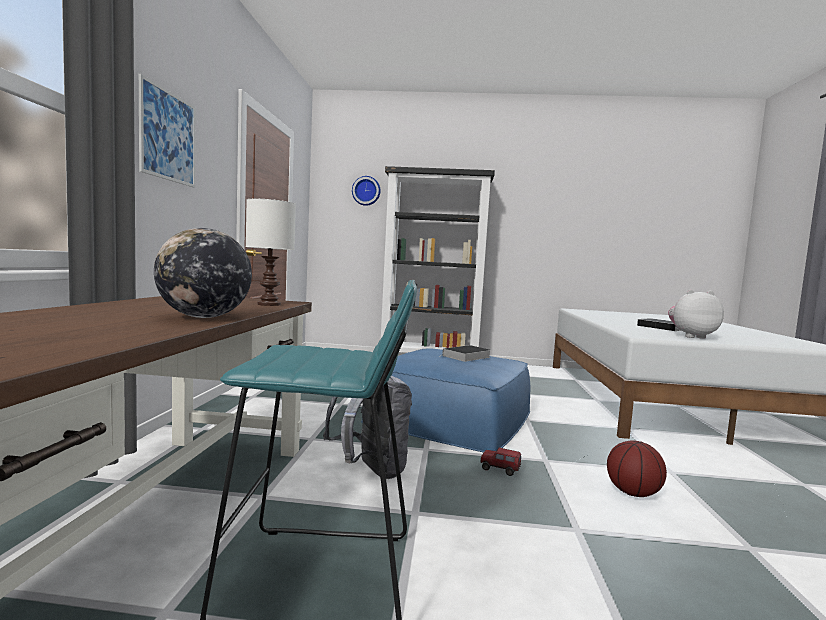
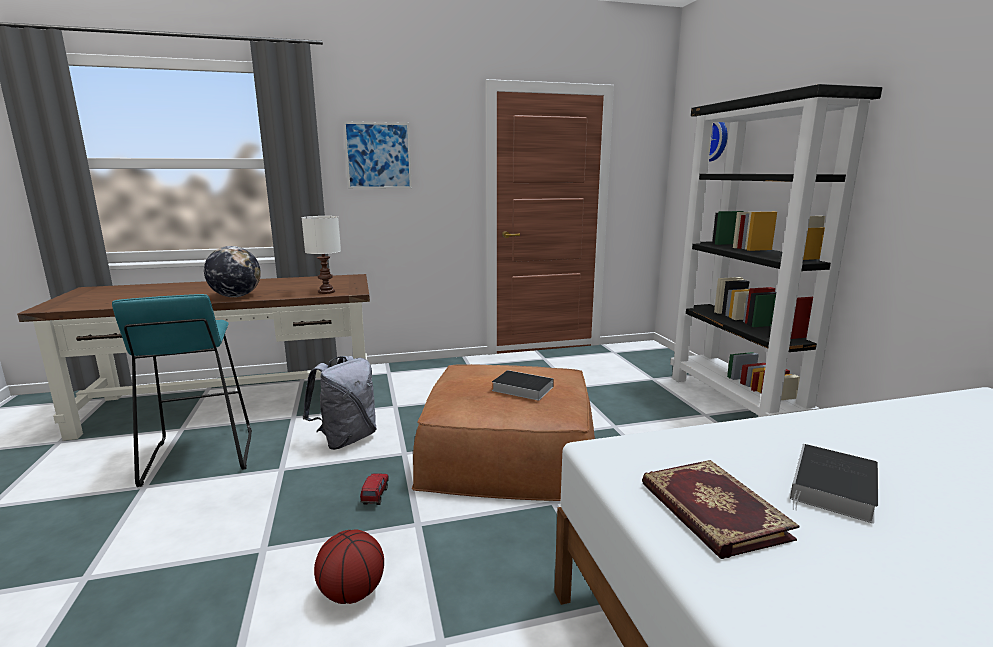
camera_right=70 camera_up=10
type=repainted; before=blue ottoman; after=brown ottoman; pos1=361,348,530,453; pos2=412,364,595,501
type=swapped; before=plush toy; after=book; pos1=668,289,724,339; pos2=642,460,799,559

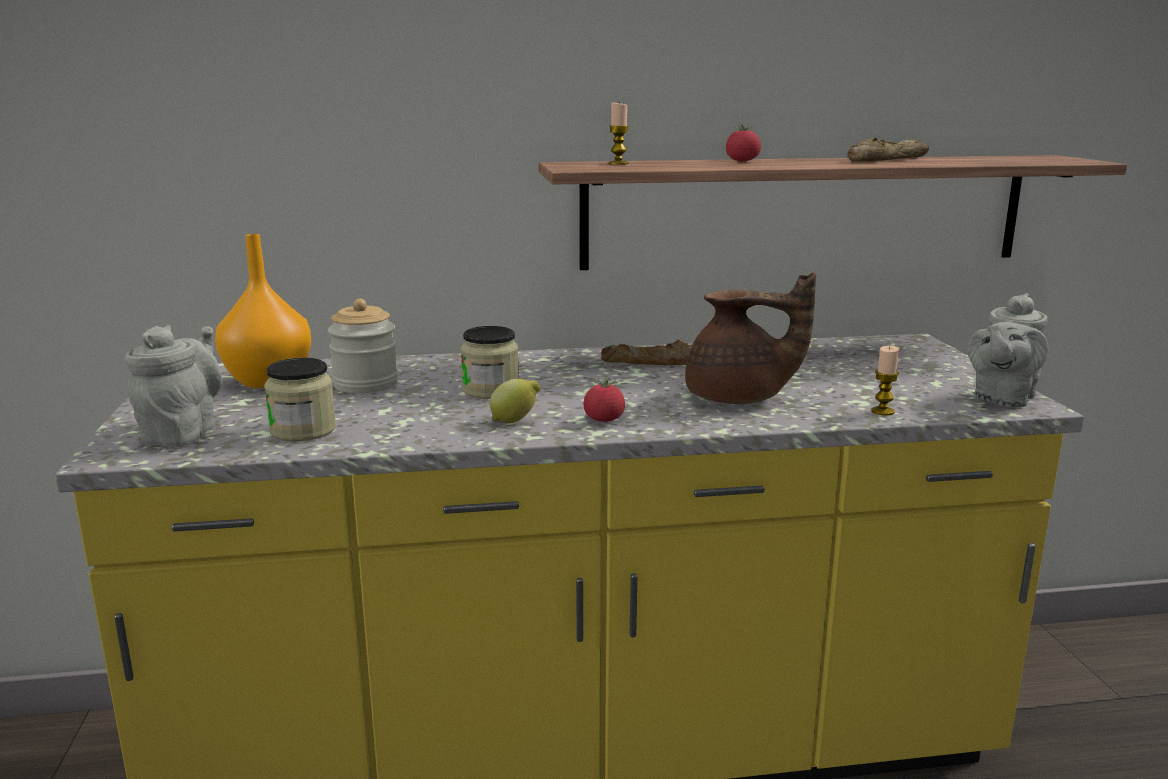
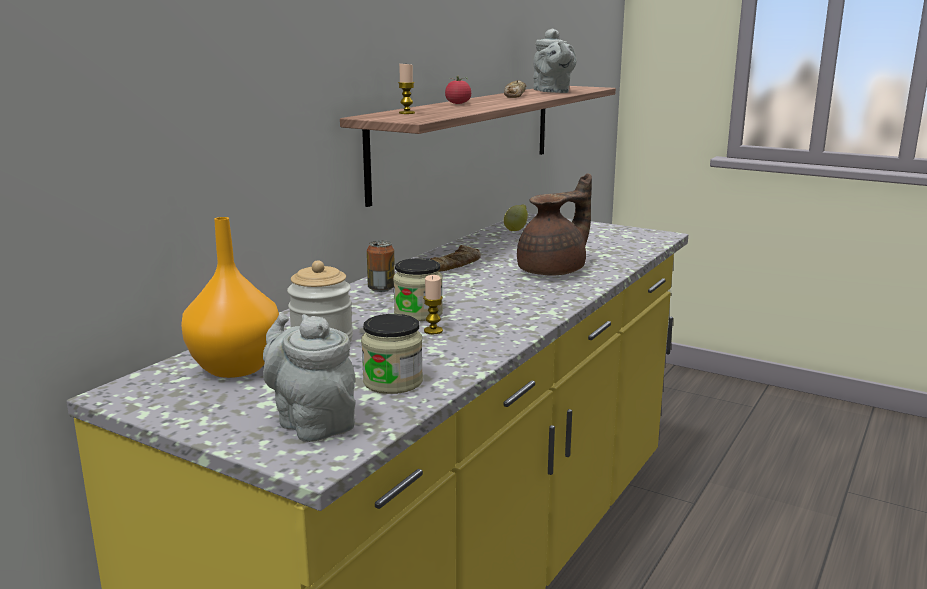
camera_right=-50 camera_up=0
type=new; after=can; pos2=367,240,395,292
type=shifted; before=candle; pos1=871,346,899,416; pos2=423,275,443,334
type=shifted; before=lemon; pos1=490,379,541,423; pos2=504,204,528,231
type=shifted; before=grey teapot; pos1=968,293,1048,408; pos2=533,28,577,93
type=gone; before=tomato; pos1=584,377,625,422

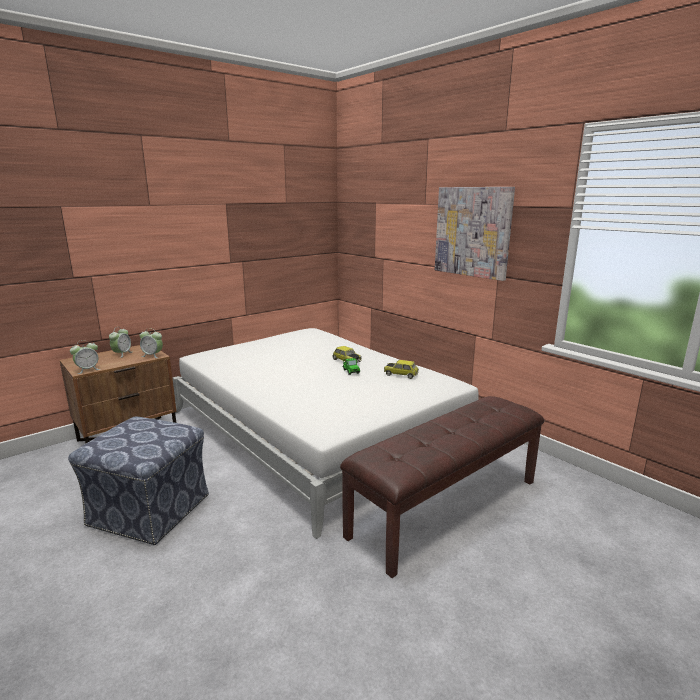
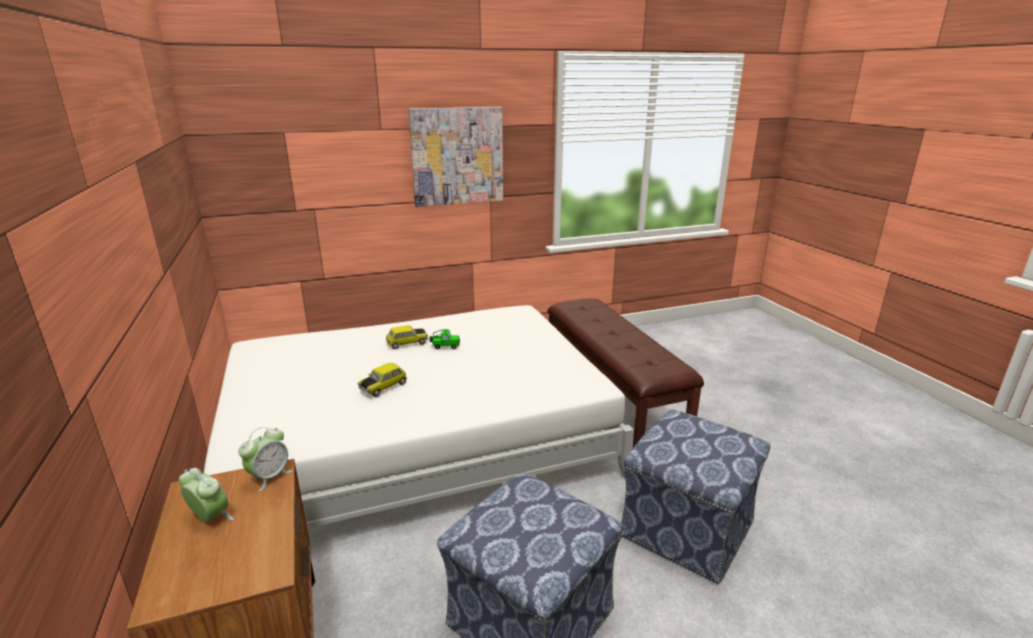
camera_right=-70 camera_up=5
type=shifted; before=toy car; pos1=384,360,419,379; pos2=358,363,407,397
type=new; after=ottoman; pos2=621,409,770,584
type=gone; before=alarm clock; pos1=70,340,100,374

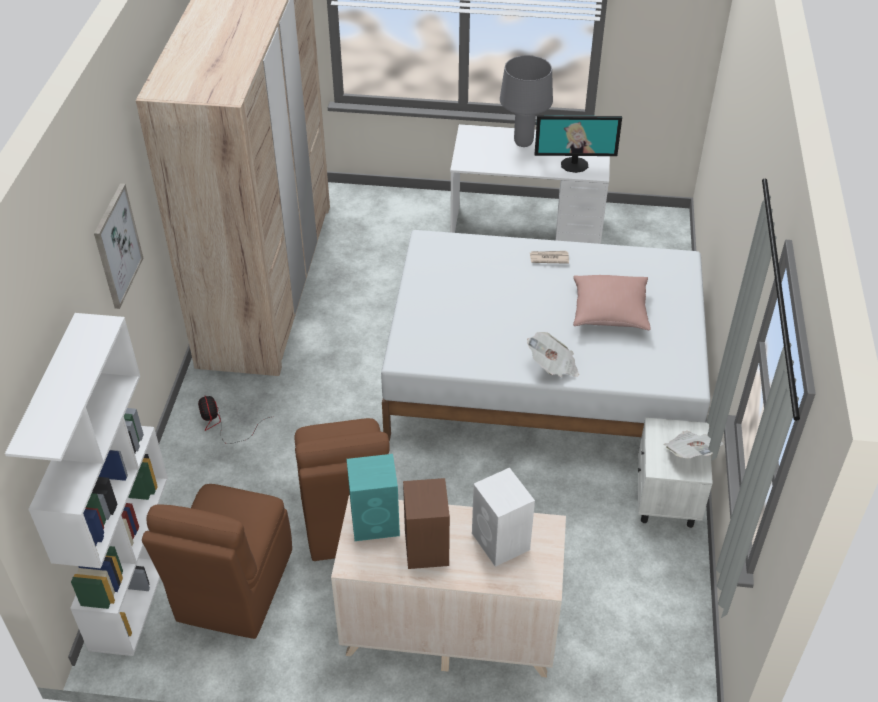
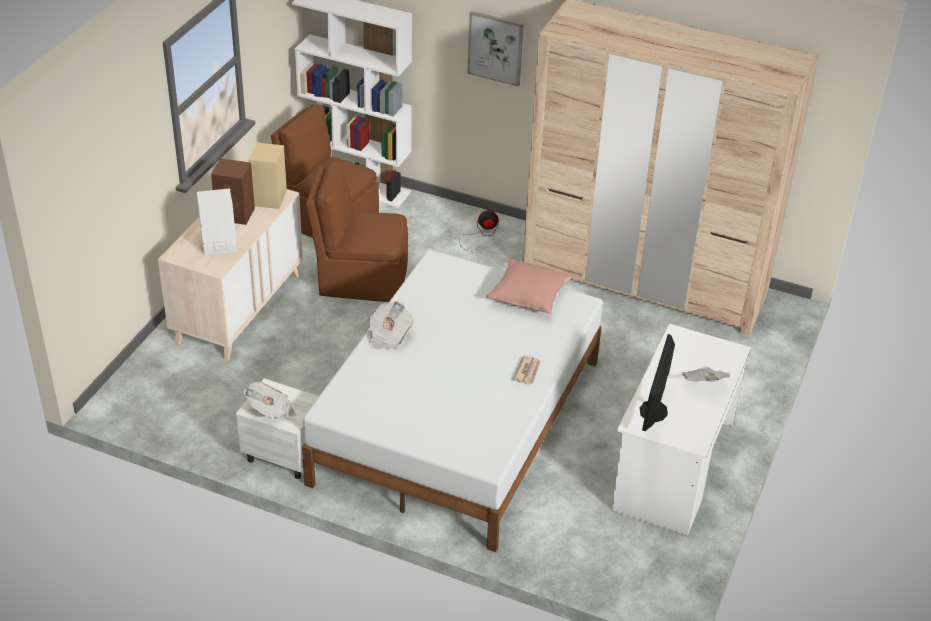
camera_right=105 camera_up=-5
type=repainted; before=turquoise speaker; after=beige speaker; pos1=347,454,400,541; pos2=248,143,287,209
type=shifted; before=pink pillow; pos1=573,275,651,330; pos2=486,258,572,314
type=swapped; before=grey table lamp; after=newspaper; pos1=500,55,553,147; pos2=682,367,730,382

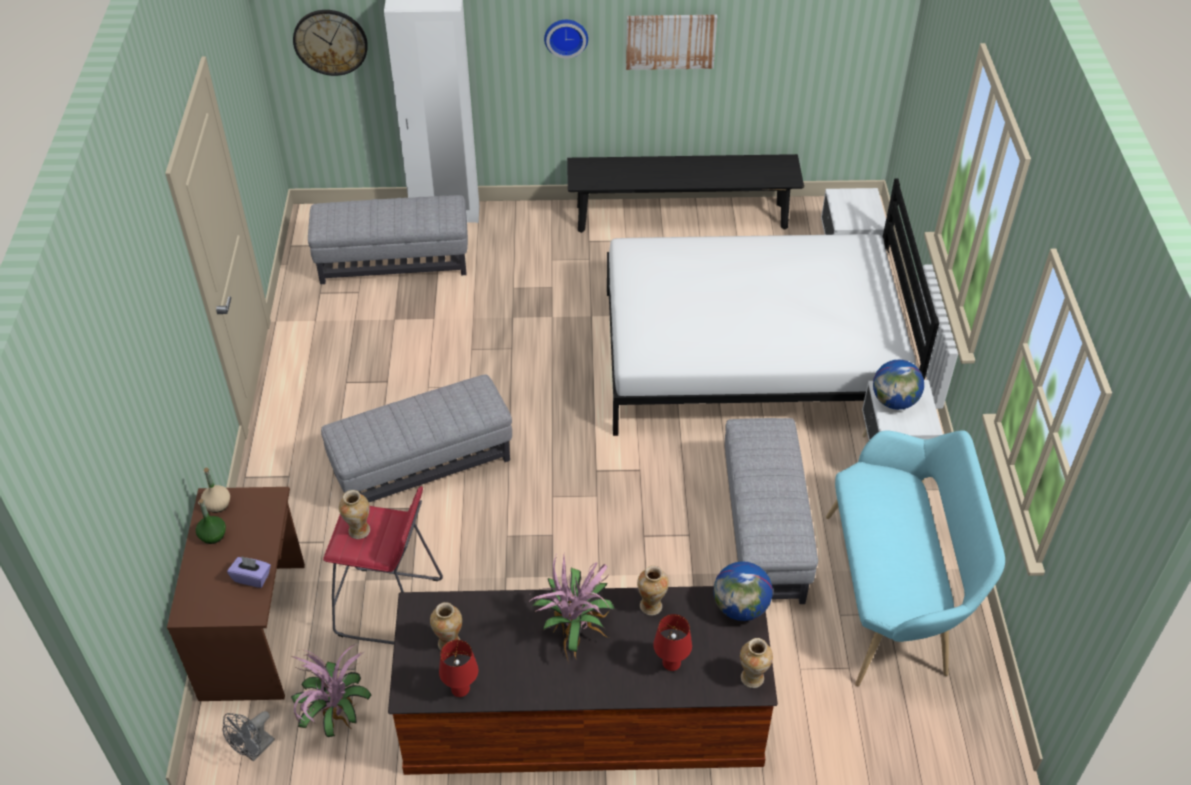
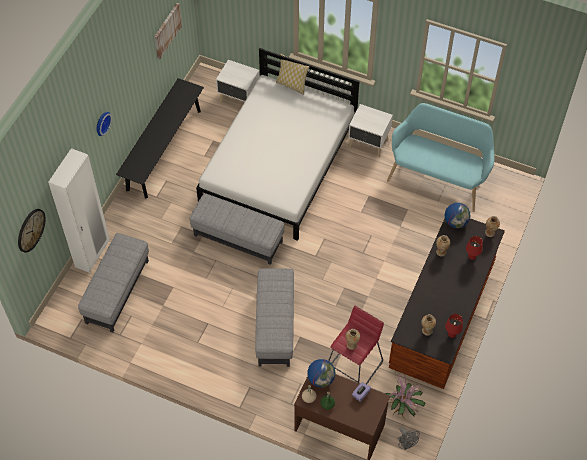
camera_right=-65 camera_up=10
type=shifted; before=picture; pos1=626,15,717,70; pos2=154,3,182,59
type=shifted; before=grey ottoman; pos1=725,418,818,604; pos2=189,193,284,265
type=new; after=pillow; pos2=276,54,309,95
type=shifted; before=globe; pos1=873,360,924,410; pos2=307,359,336,387
type=gone; before=potted plant; pos1=530,556,615,662

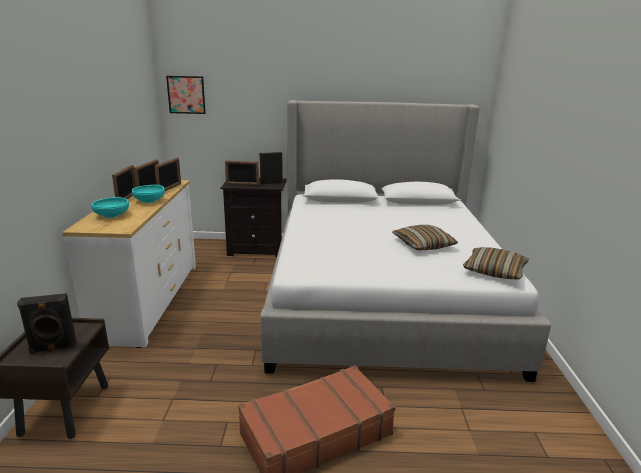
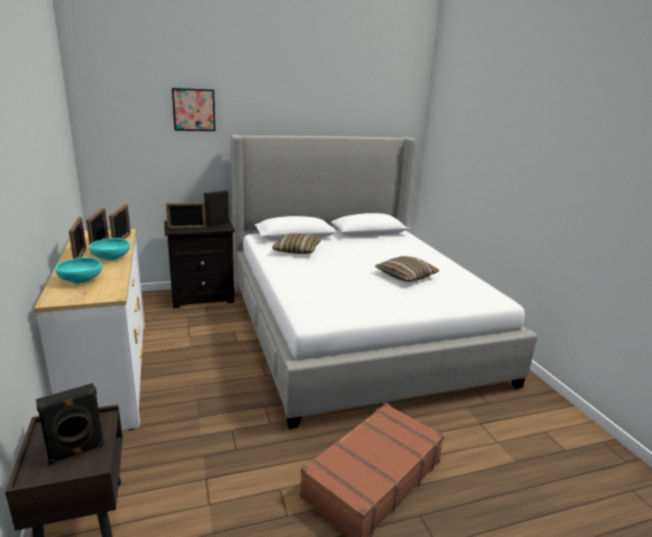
camera_right=-20 camera_up=0
type=shifted; before=picture; pos1=166,76,206,114; pos2=172,88,216,131
type=shifted; before=pillow; pos1=463,247,529,280; pos2=272,233,321,254

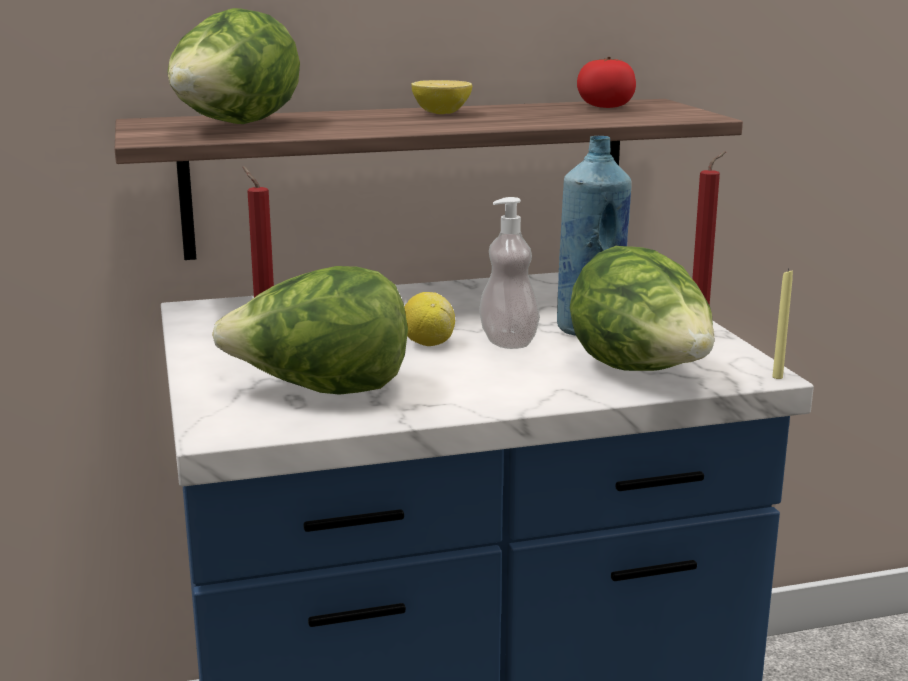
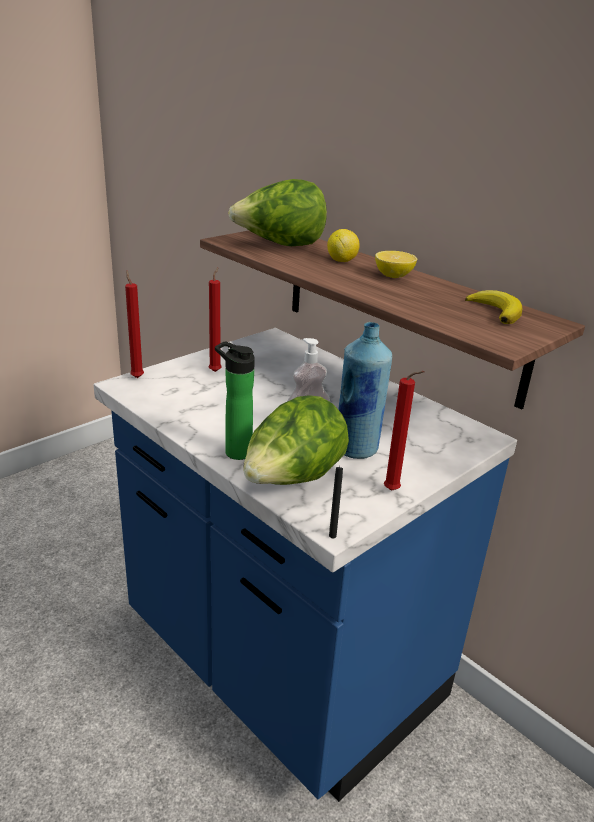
camera_right=60 camera_up=10
type=new; after=red candle; pos2=125,271,144,378
type=new; after=bottle; pos2=215,341,255,460
type=shifted; before=lemon; pos1=404,292,455,346; pos2=327,229,359,262
type=repainted; before=yellow candle; after=black candle; pos1=772,268,793,379; pos2=329,466,343,538
type=swapped; before=tomato; after=banana; pos1=577,57,636,108; pos2=465,290,522,324
type=gone; before=lettuce; pos1=212,266,408,395

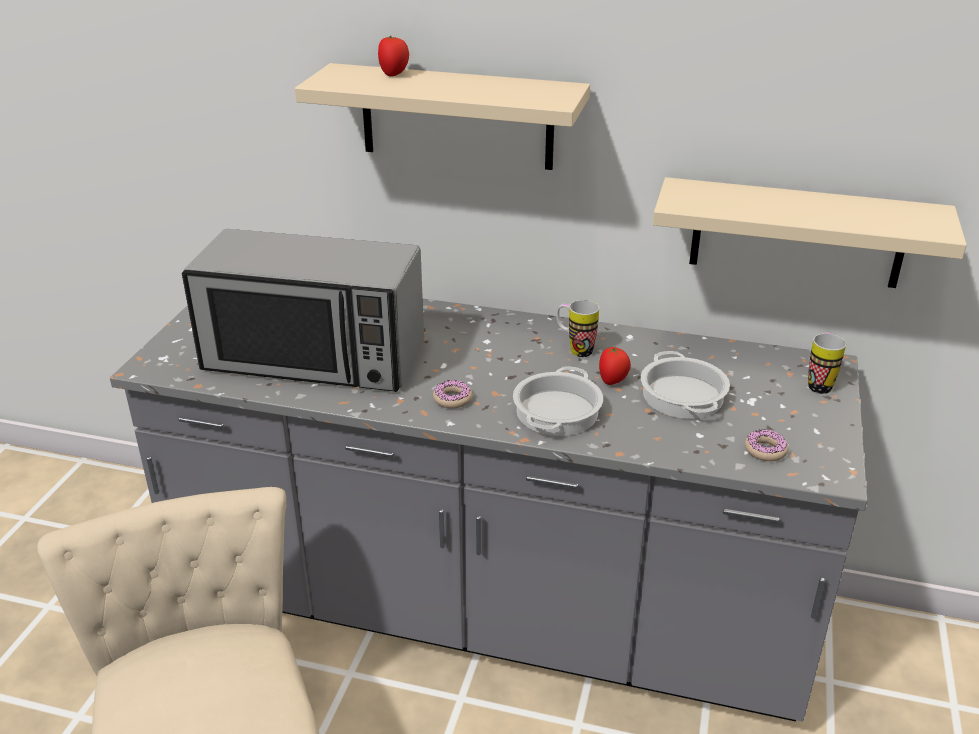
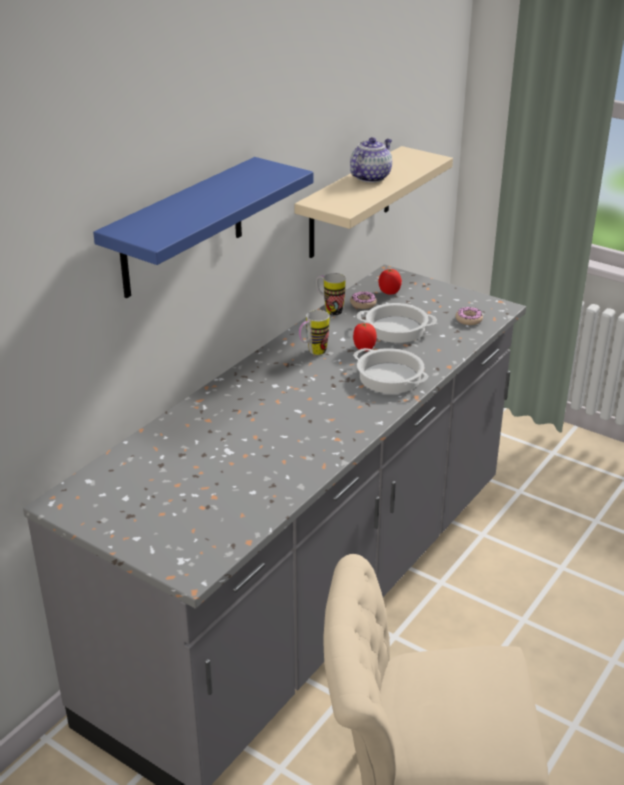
camera_right=-70 camera_up=0
type=repainted; before=beige shelf; after=blue shelf; pos1=295,63,590,170; pos2=93,157,313,298
type=shifted; before=mug; pos1=808,332,846,394; pos2=316,273,346,316
type=new; after=teapot; pos2=350,137,392,183
type=shifted; before=donut; pos1=433,380,473,409; pos2=350,291,377,309
type=shifted; before=tomato; pos1=378,36,409,77; pos2=378,269,402,295
type=gone; before=microwave; pos1=182,229,424,392

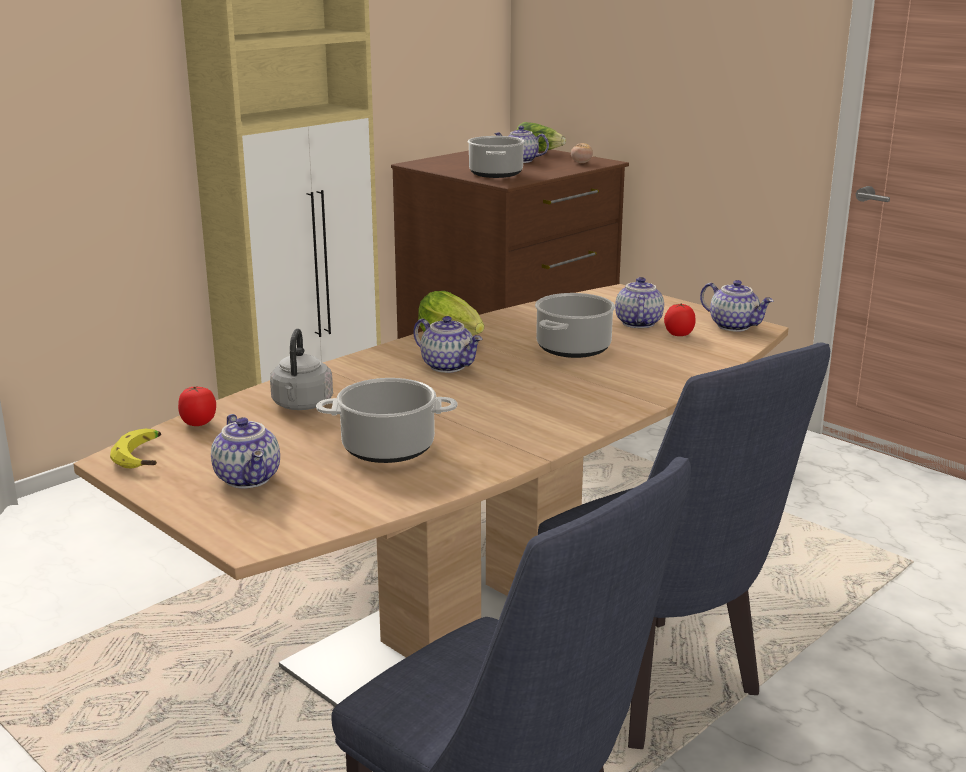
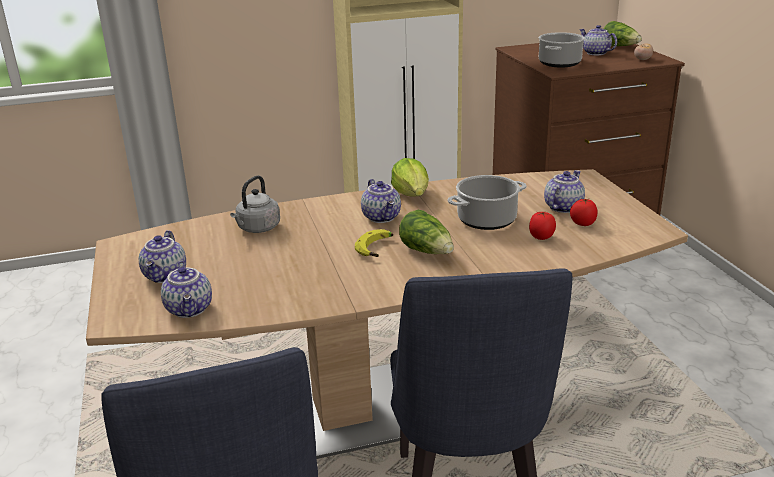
camera_right=30 camera_up=5
type=shifted; before=teapot; pos1=700,280,774,332; pos2=161,261,212,318
type=shifted; before=banana; pos1=110,429,161,468; pos2=355,229,393,257
type=new; after=lettuce; pos2=399,210,454,254
type=shifted; before=tomato; pos1=178,385,216,426; pos2=529,212,556,240
type=gone; before=cooking pot; pos1=316,378,458,463

